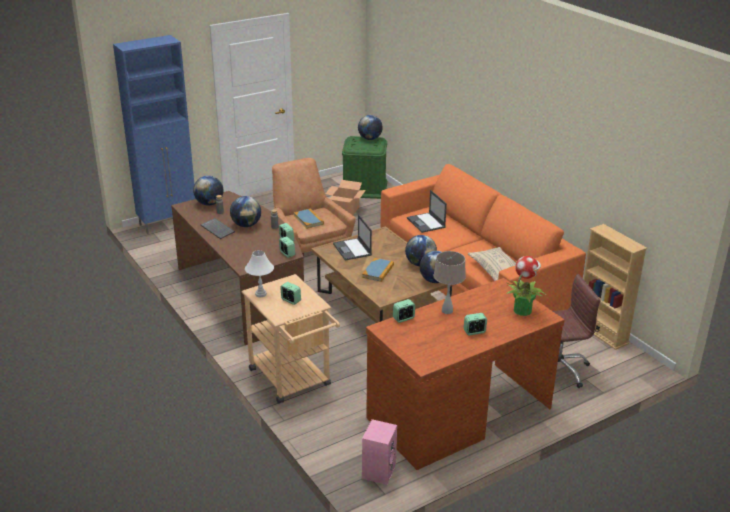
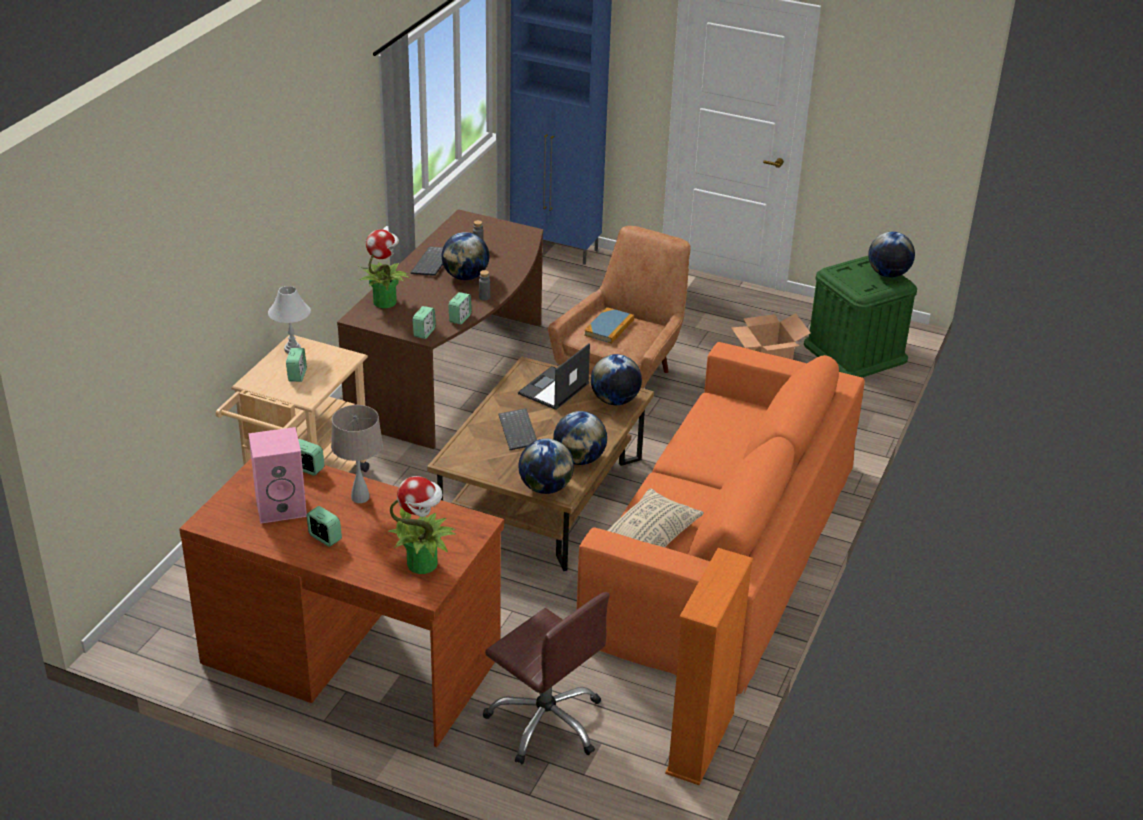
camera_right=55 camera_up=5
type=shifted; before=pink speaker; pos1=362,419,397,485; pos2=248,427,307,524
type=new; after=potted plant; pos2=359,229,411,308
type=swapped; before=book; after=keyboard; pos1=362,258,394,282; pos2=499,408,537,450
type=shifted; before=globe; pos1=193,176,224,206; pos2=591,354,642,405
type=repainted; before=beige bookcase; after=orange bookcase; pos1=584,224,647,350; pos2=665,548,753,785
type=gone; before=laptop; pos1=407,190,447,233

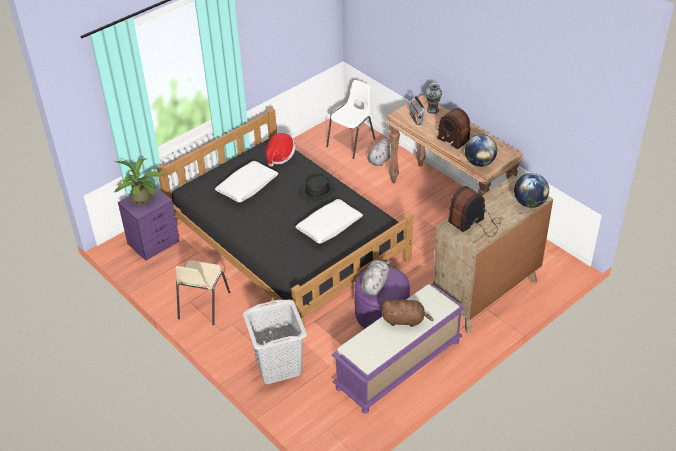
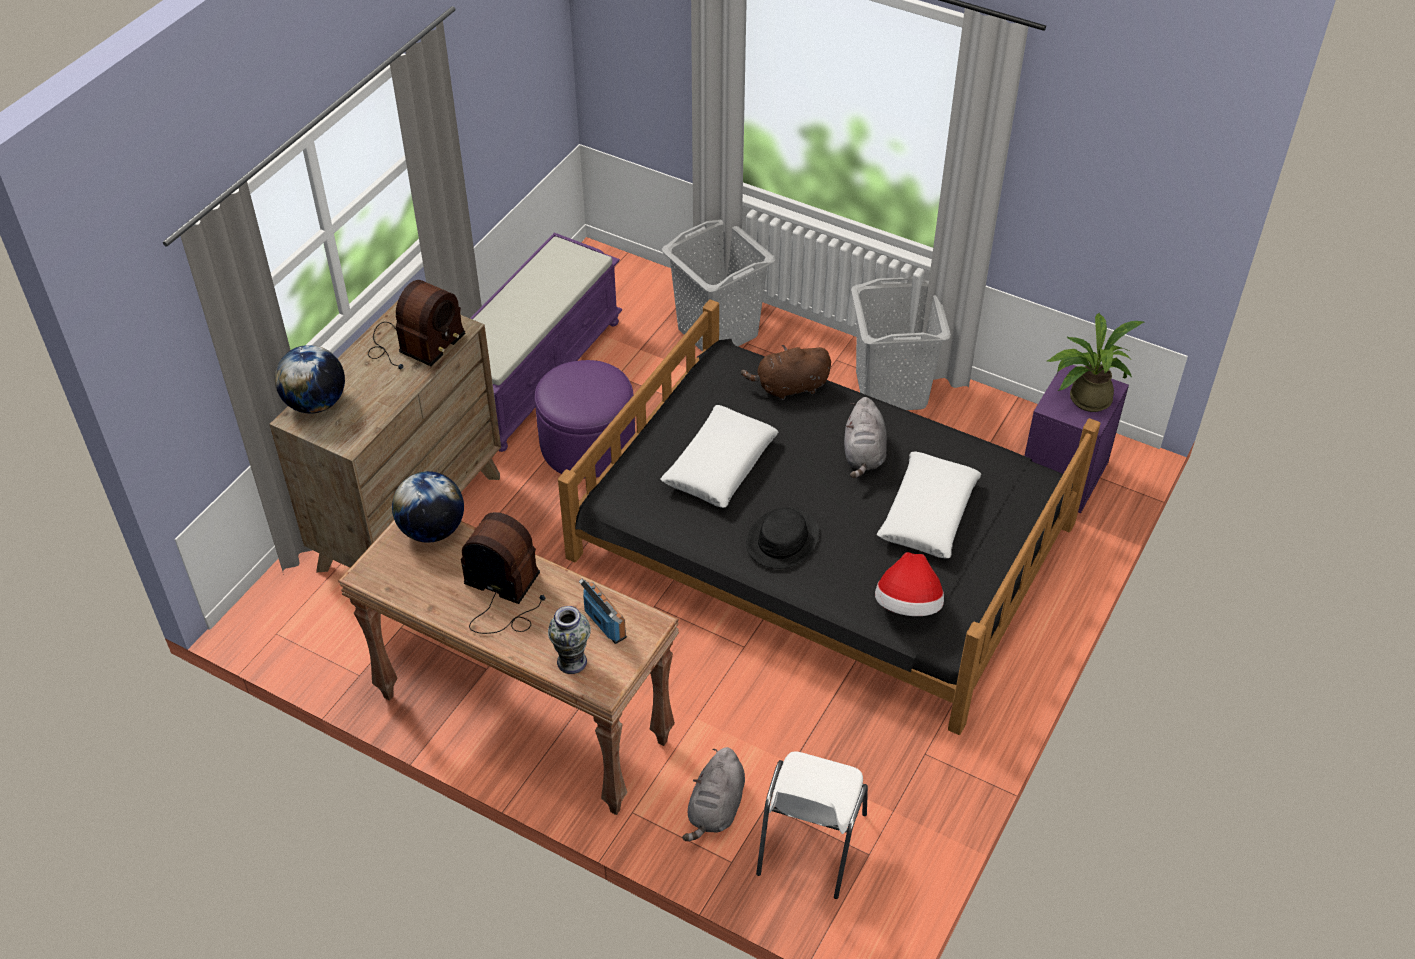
camera_right=160 camera_up=5
type=shifted; before=brown plush toy; pos1=381,299,434,327; pos2=741,345,831,400
type=shifted; before=grey plush toy; pos1=360,260,392,296; pos2=844,397,887,478
type=swapped; before=beige chair; after=grey laundry basket; pos1=175,260,230,325; pos2=851,277,951,410

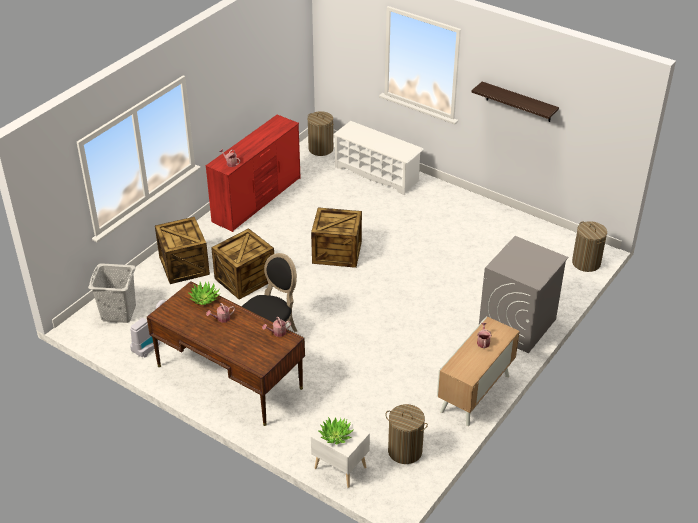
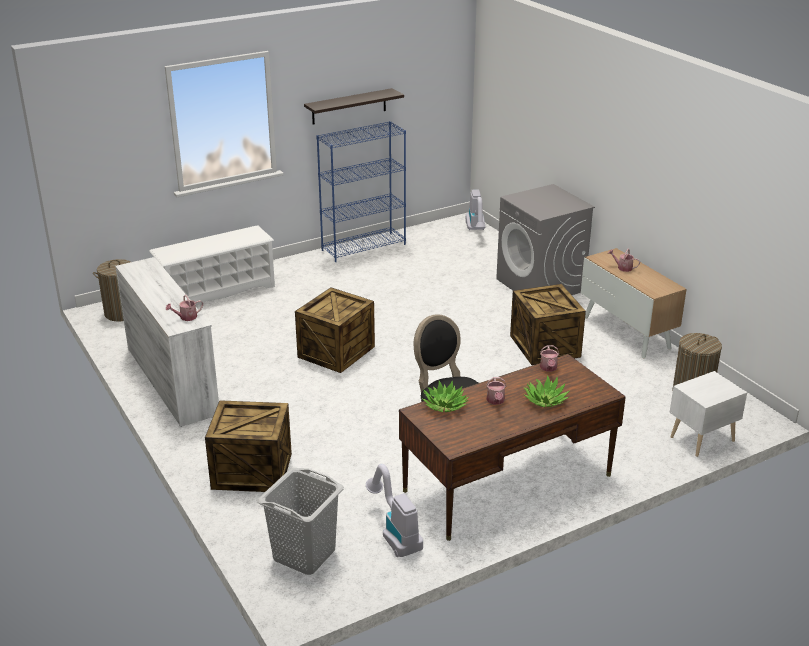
camera_right=-65 camera_up=-10
type=repainted; before=red dresser; after=white dresser; pos1=206,115,301,232; pos2=115,257,219,427
type=new; after=blue bookcase; pos2=316,121,406,262
type=swapped; before=laundry basket; after=vacuum cleaner; pos1=572,221,607,272; pos2=465,189,486,230
type=shifted; before=crate; pos1=211,228,274,300; pos2=510,284,586,365
type=shifted; before=potted plant; pos1=318,417,354,445; pos2=523,375,570,407

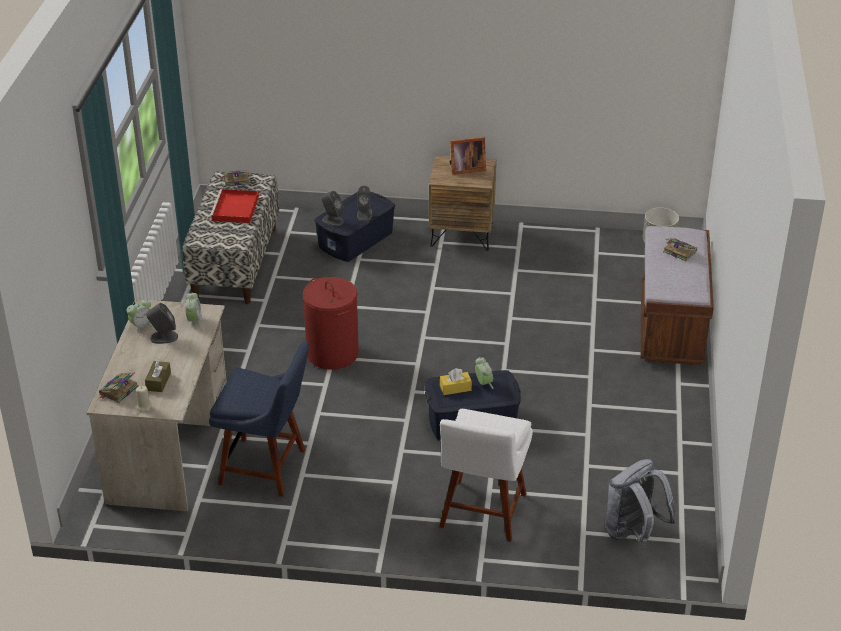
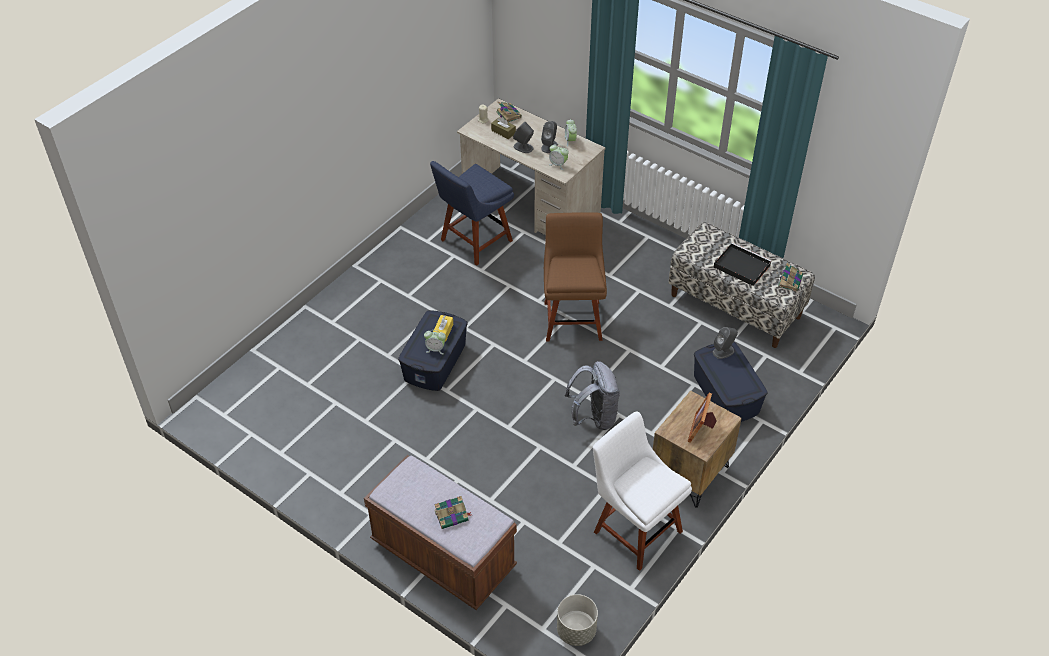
camera_right=120 camera_up=10
type=shifted; before=grey speaker; pos1=357,186,373,221; pos2=513,122,534,153
type=swapped; before=red laundry basket; after=brown chair; pos1=303,277,359,370; pos2=544,213,607,341
type=shifted; before=grey backpack; pos1=605,459,676,545; pos2=565,361,620,430
type=shifted; before=white chair; pos1=439,409,533,542; pos2=593,411,692,571
type=repainted; before=red tray; after=black tray; pos1=210,189,259,223; pos2=714,243,772,286

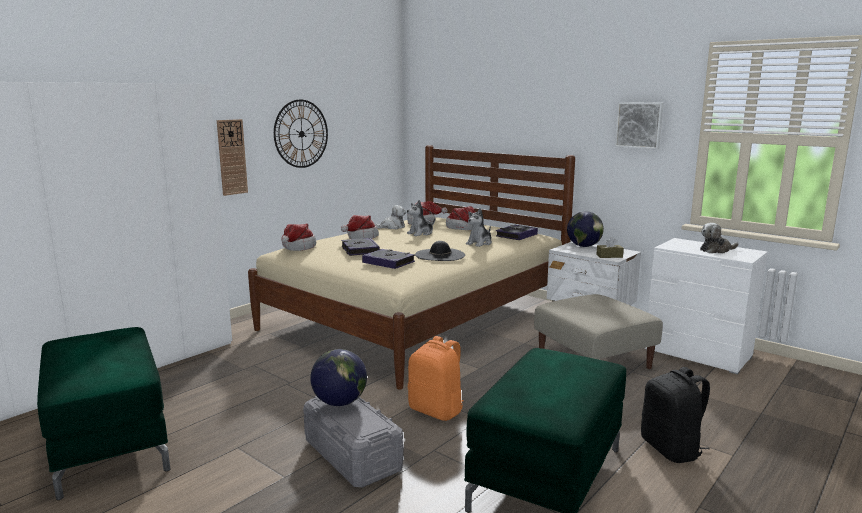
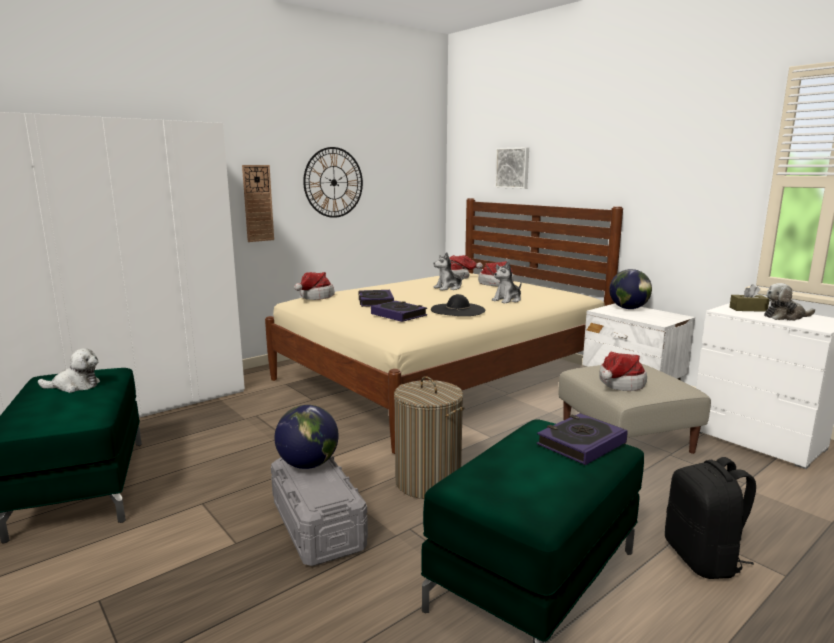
camera_right=10 camera_up=0
type=shifted; before=plush toy; pos1=374,205,406,229; pos2=38,348,100,393
type=swapped; before=orange backpack; after=laundry basket; pos1=408,336,464,421; pos2=394,376,464,499
type=shifted; before=picture; pos1=615,102,664,149; pos2=495,147,529,189
type=shifted; before=book; pos1=496,225,538,240; pos2=537,413,628,465
type=shifted; before=hat; pos1=341,215,379,239; pos2=600,352,647,391
type=shifted; before=brown tissue box; pos1=596,237,624,258; pos2=730,284,770,312

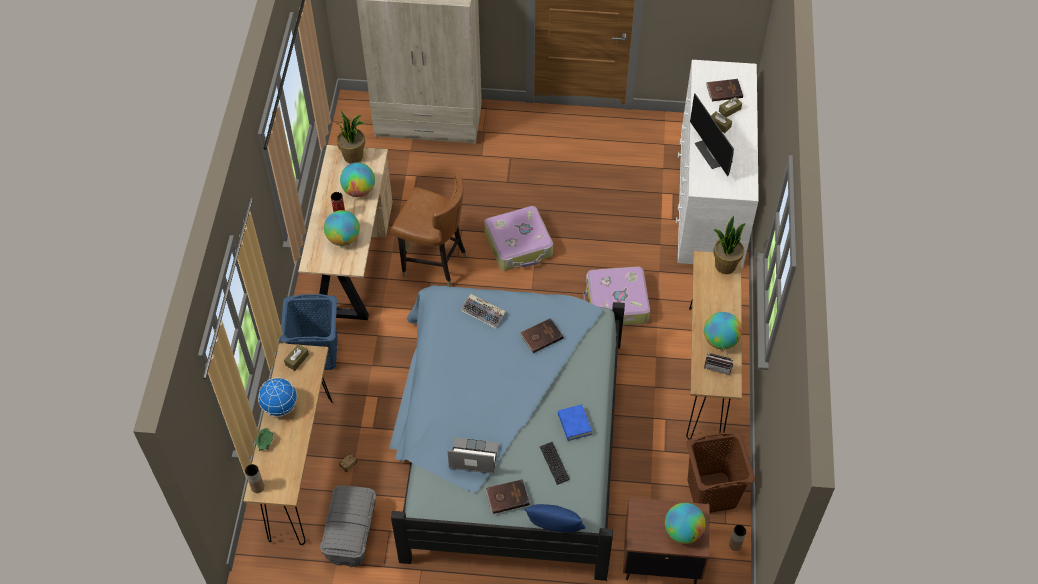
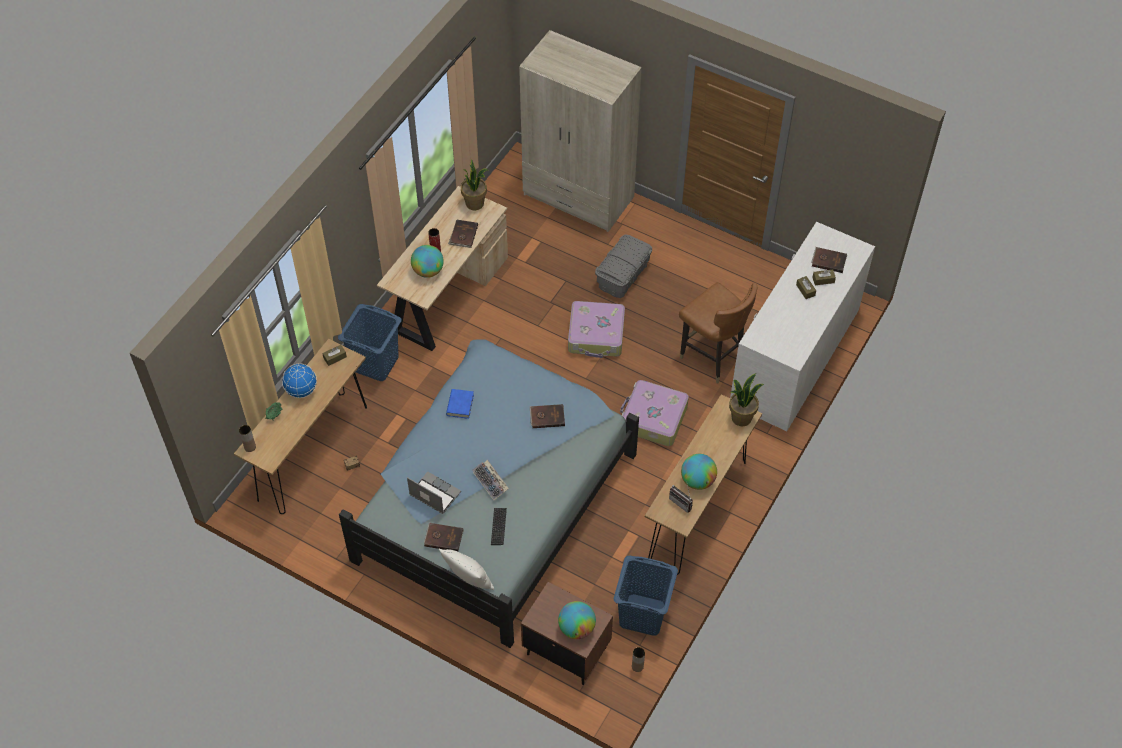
camera_right=25 camera_up=0
type=repainted; before=blue pillow; after=white pillow; pos1=524,504,585,532; pos2=439,549,494,590
type=shifted; before=blue book; pos1=558,404,592,441; pos2=446,389,474,419
type=swapped; before=globe; after=brown book; pos1=340,162,375,197; pos2=448,220,478,248
type=shifted; before=keyboard; pos1=461,294,506,328; pos2=473,460,509,500
type=shifted; before=grey storage box; pos1=320,485,376,567; pos2=595,234,652,298
type=repainted; before=brown laundry basket; after=blue laundry basket; pos1=686,432,755,513; pos2=613,555,678,636
type=shifted; before=brown chair; pos1=391,173,467,287; pos2=679,282,757,383
type=gone; before=monitor; pos1=690,93,734,176

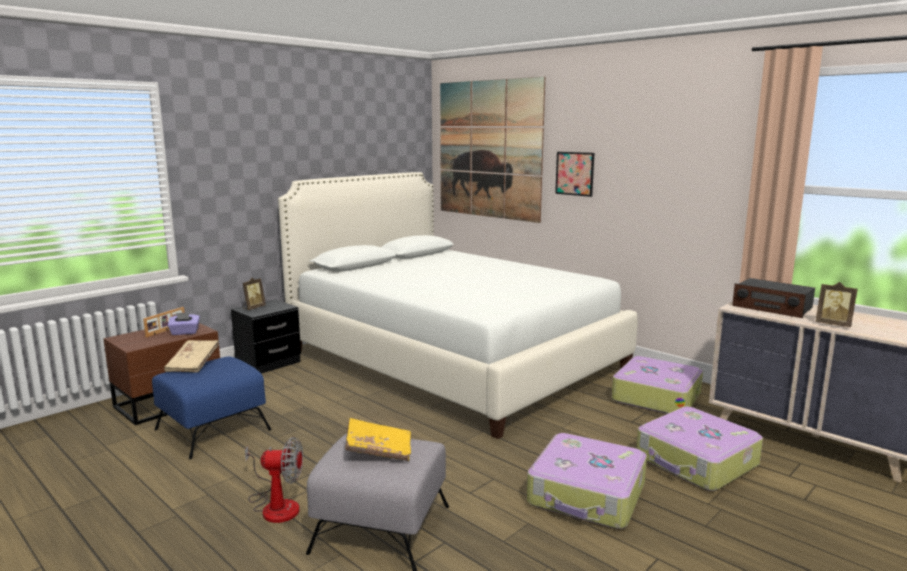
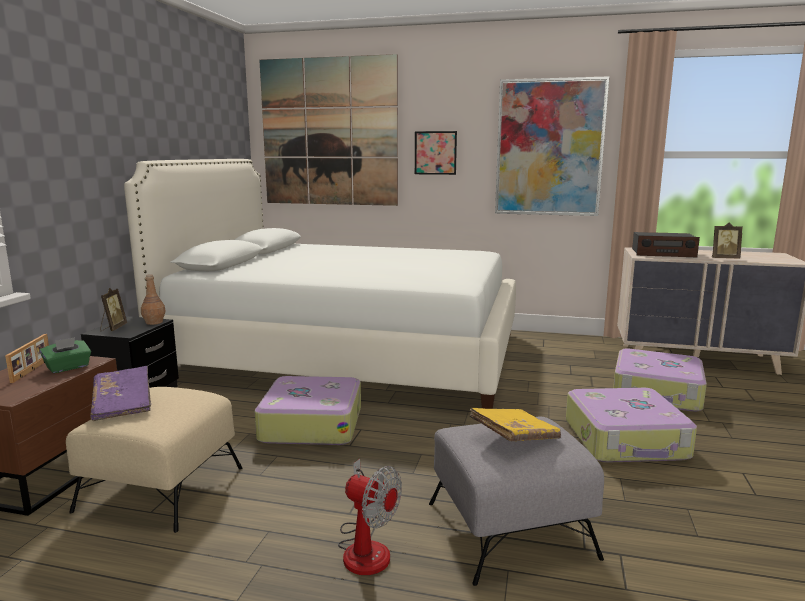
camera_right=-30 camera_up=0
type=repainted; before=purple tissue box; after=green tissue box; pos1=168,313,200,335; pos2=40,337,91,373
type=repainted; before=blue ottoman; after=beige ottoman; pos1=152,357,272,459; pos2=66,387,242,533
type=repainted; before=beige book; after=purple book; pos1=164,340,219,372; pos2=90,366,151,421
type=new; after=brown bottle; pos2=141,274,165,325
type=shifted; before=suitcase; pos1=612,356,703,414; pos2=255,376,361,445
type=rotated; before=fan; pos1=245,437,303,523; pos2=338,459,402,575; turn=60
type=new; after=picture; pos2=495,76,609,216

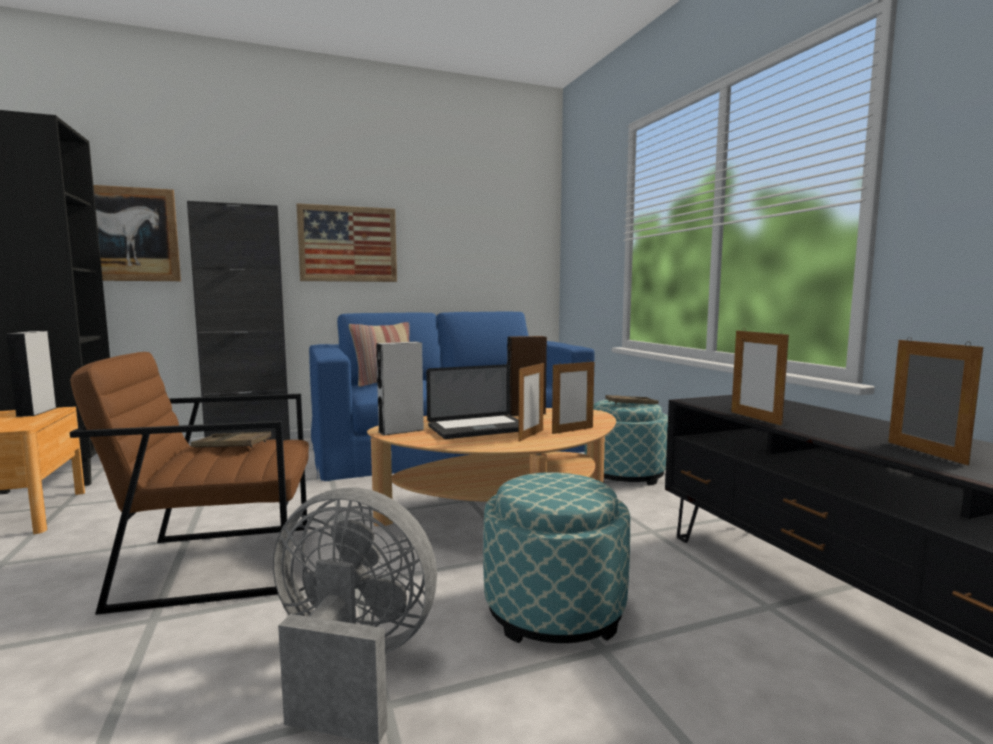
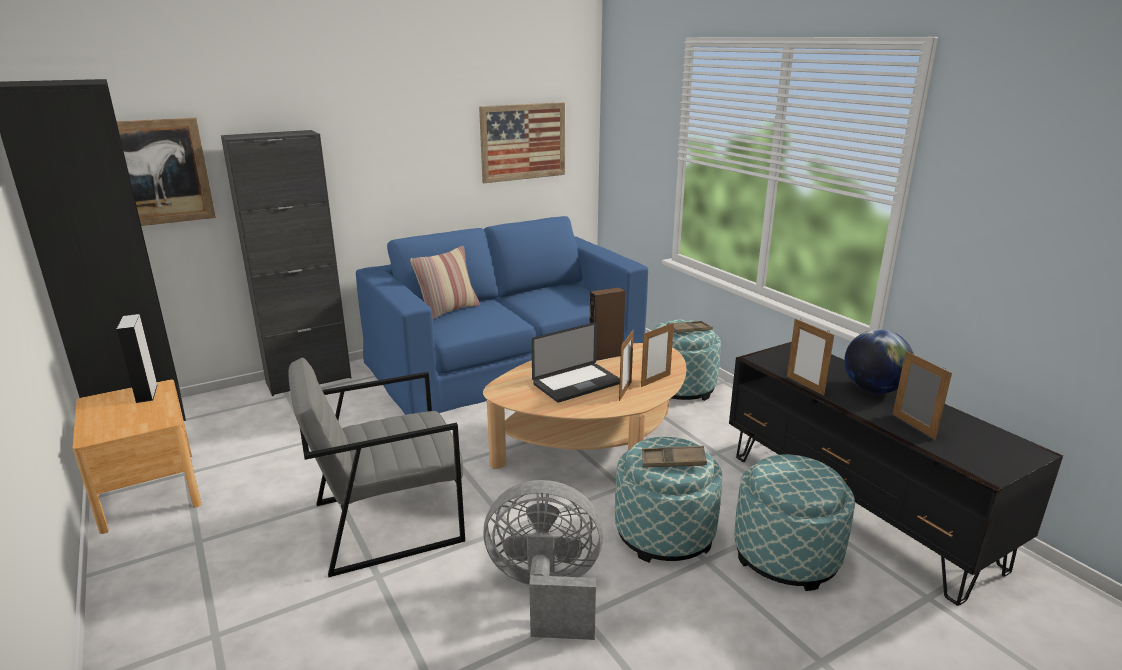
camera_right=-10 camera_up=15
type=repainted; before=brown armchair; after=grey armchair; pos1=70,352,309,615; pos2=288,357,465,577
type=shifted; before=picture; pos1=296,203,397,282; pos2=479,102,565,183
type=shifted; before=brown tray; pos1=190,432,272,448; pos2=642,446,707,467
type=new; after=ottoman; pos2=734,454,855,591
type=new; after=globe; pos2=844,329,913,394
type=gone; before=grey speaker; pos1=376,341,424,436

